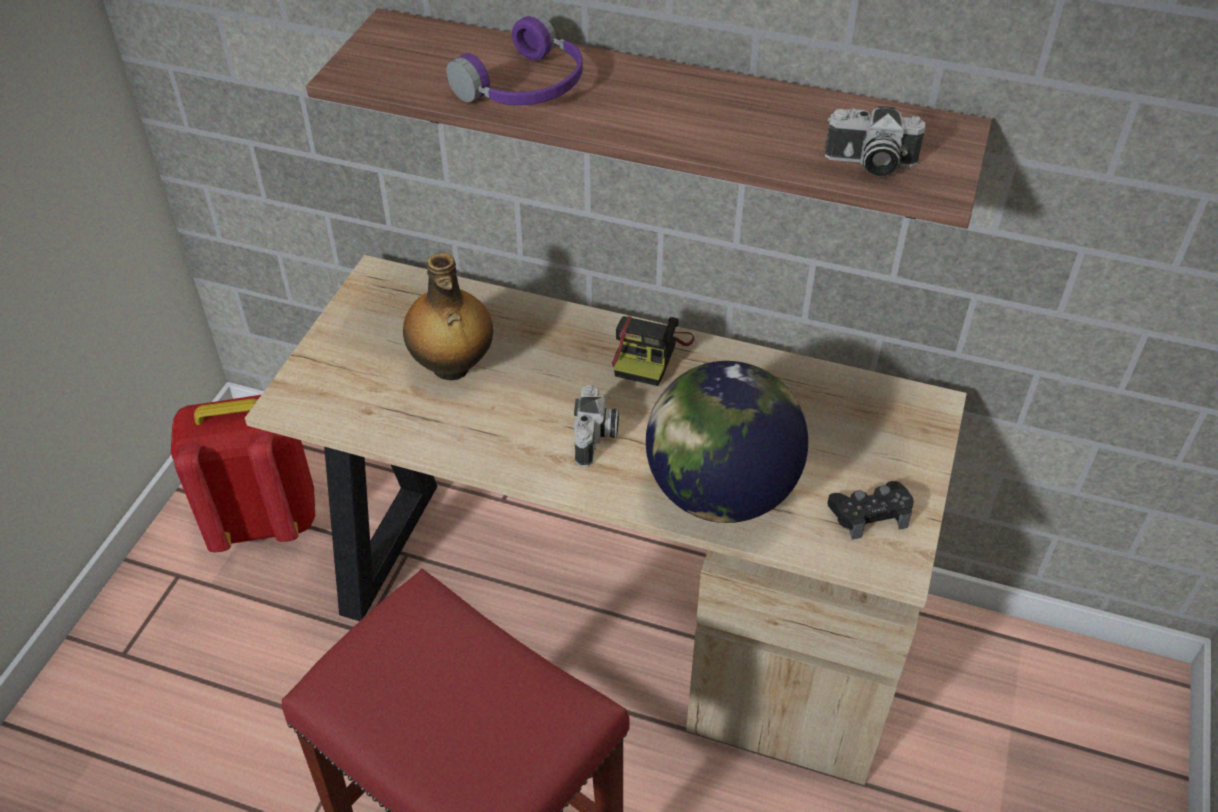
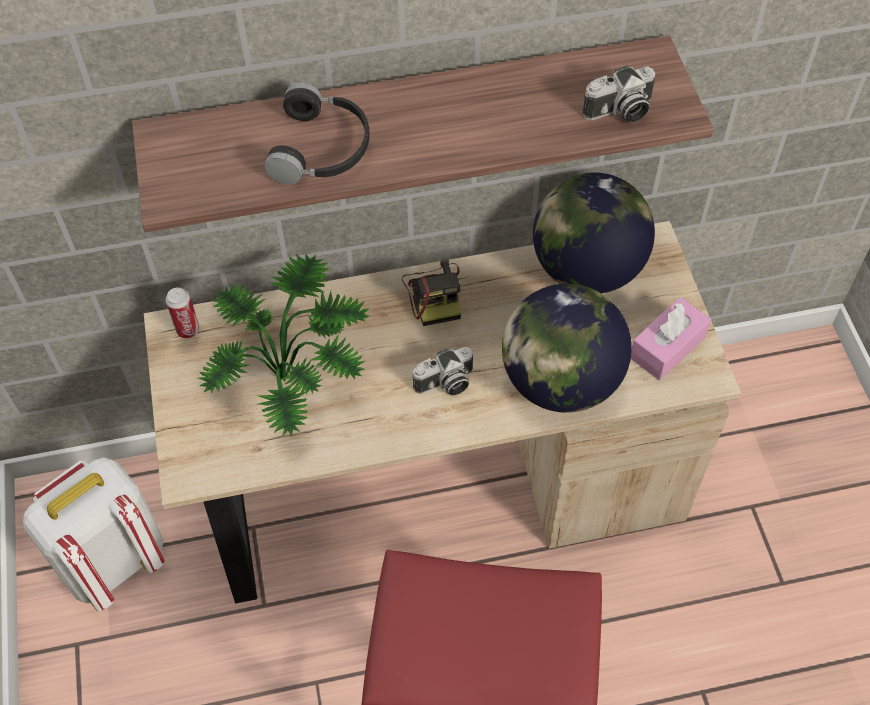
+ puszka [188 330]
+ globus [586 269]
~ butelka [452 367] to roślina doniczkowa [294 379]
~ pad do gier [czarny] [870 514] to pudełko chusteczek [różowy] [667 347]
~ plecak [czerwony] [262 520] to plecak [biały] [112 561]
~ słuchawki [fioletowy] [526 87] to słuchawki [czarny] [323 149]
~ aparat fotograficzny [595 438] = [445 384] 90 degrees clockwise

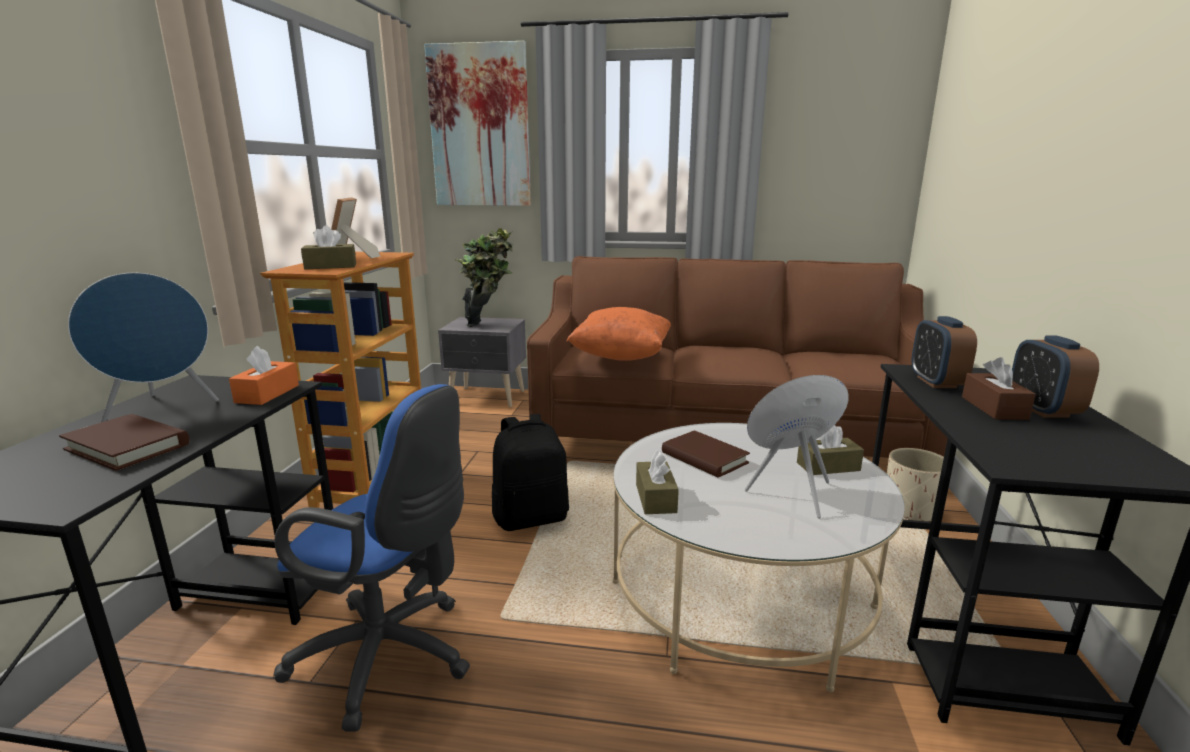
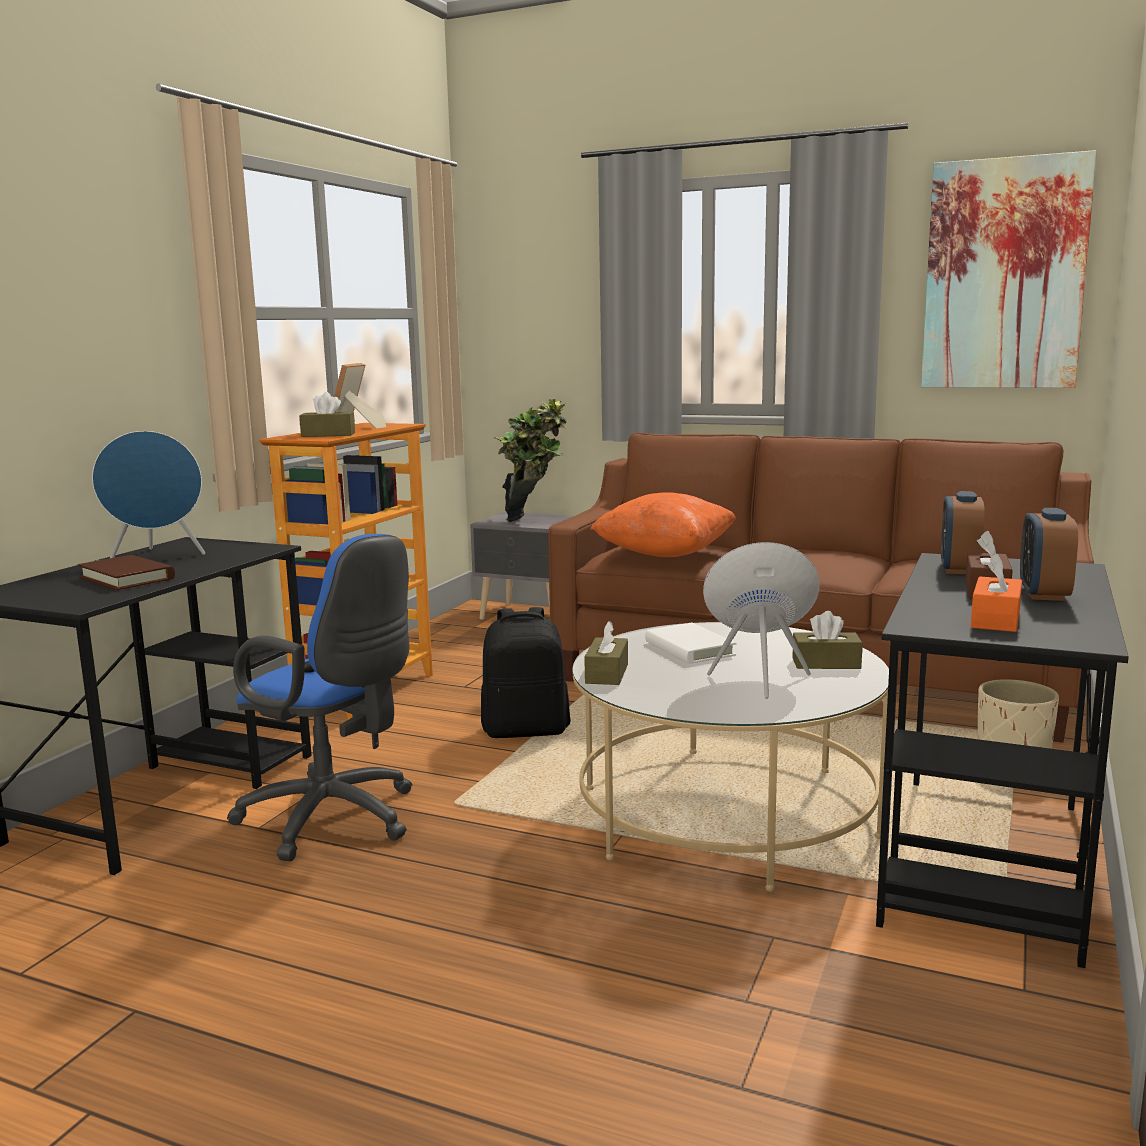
~ pudełko chusteczek [pomarańczowy] [267 394] to [995 619]
~ obraz [480 127] to [1004 275]
~ książka [brązowy] [704 458] to książka [biały] [689 649]

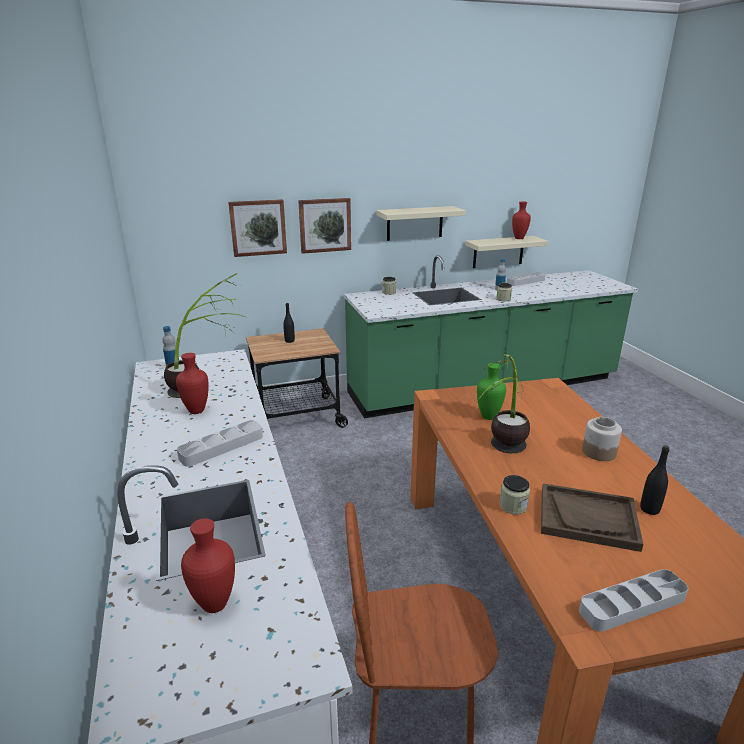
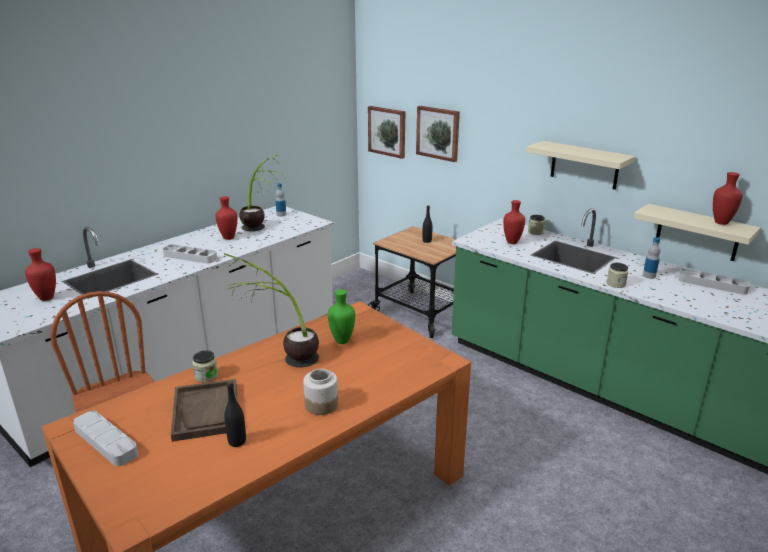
+ wazon [czerwony] [513 242]
~ obraz [324 225] to [387 131]

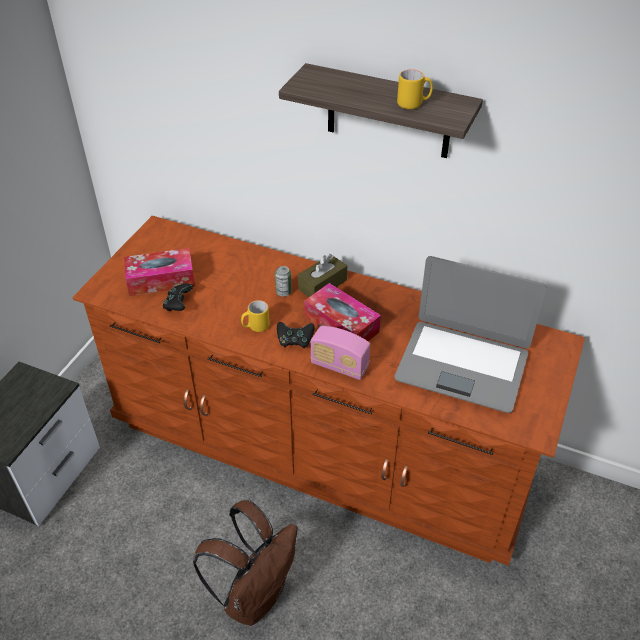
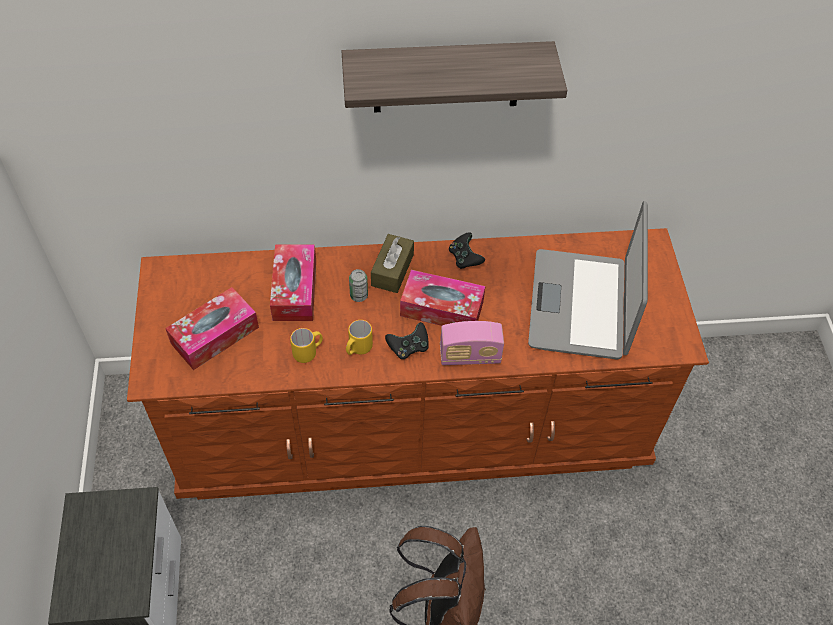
+ pudełko chusteczek [294 290]
~ pad do gier [czarny] [178 304] to [465 258]
~ kubek [żółty] [414 104] to [308 352]
~ laptop [462 365] = [580 305] 105 degrees clockwise

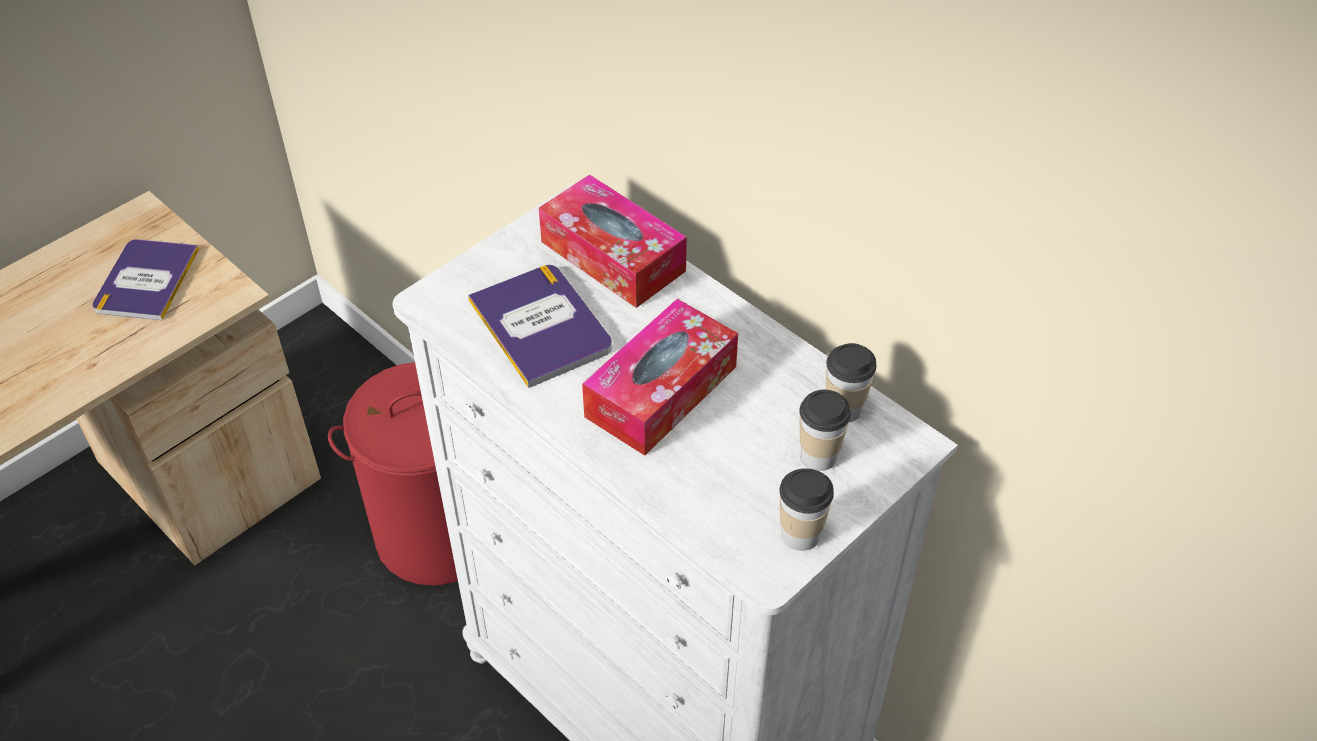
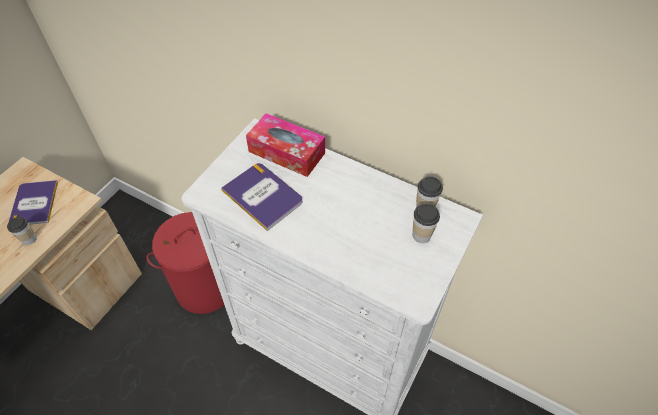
- pudełko chusteczek [661 391]
~ filiżanka [800 534] to [29 239]

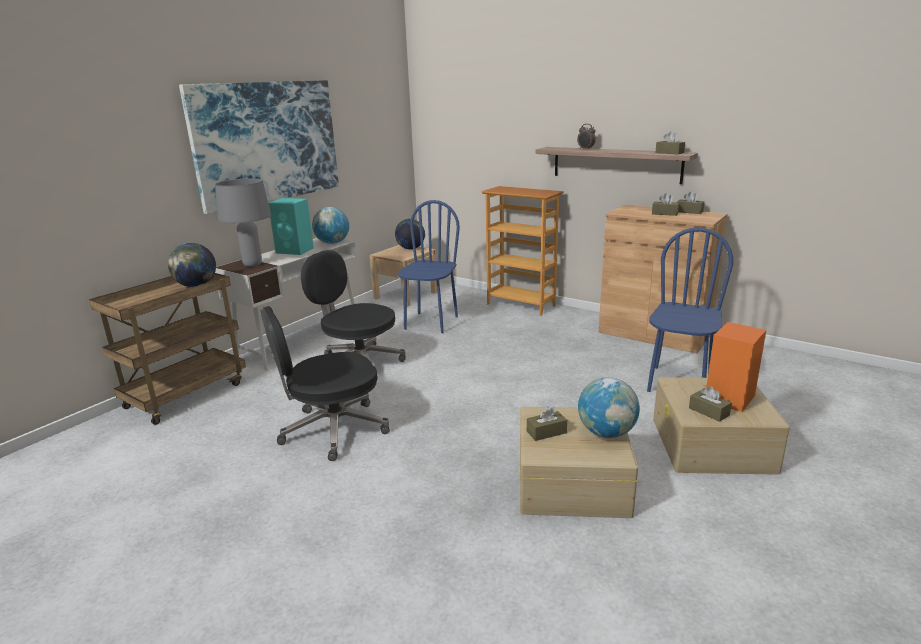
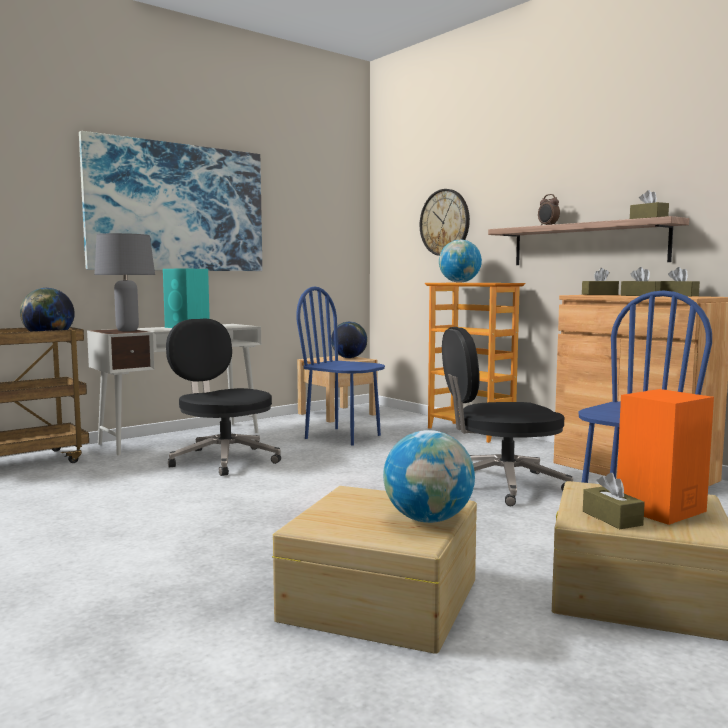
+ zegar ścienny [445 222]
~ krzesło biurowe [czarny] [332 430] to [501 485]
~ globus [332 243] to [459 282]
~ pudełko chusteczek [brązowy] [546 432] to [599 294]
~ krzesło [niebieski] [430 323] = [343 436] 90 degrees counterclockwise

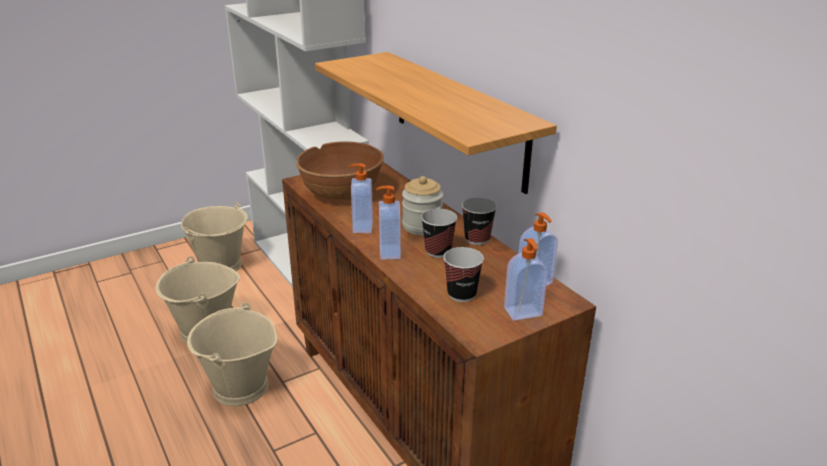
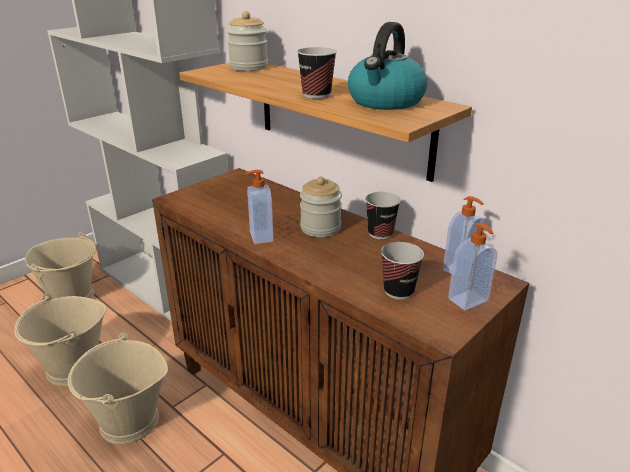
- miska [brązowy] [341 193]
- dozownik mydła [388 252]
+ słoik [249 67]
+ czajnik [385 102]
~ filiżanka [438 251] to [316 95]

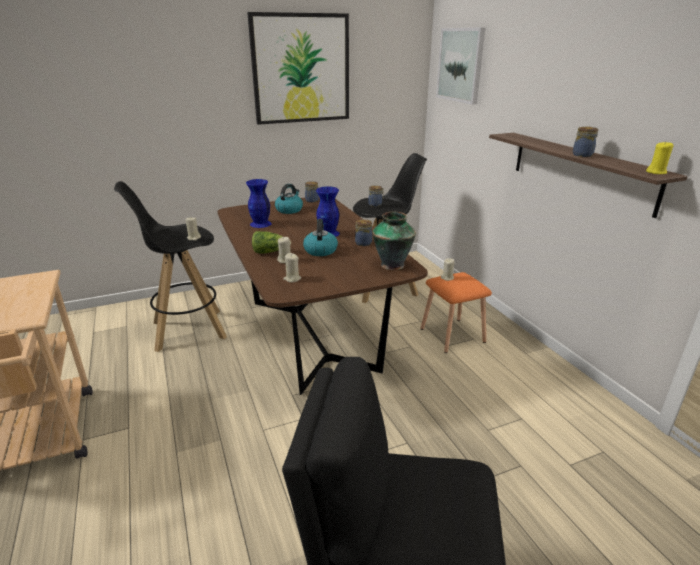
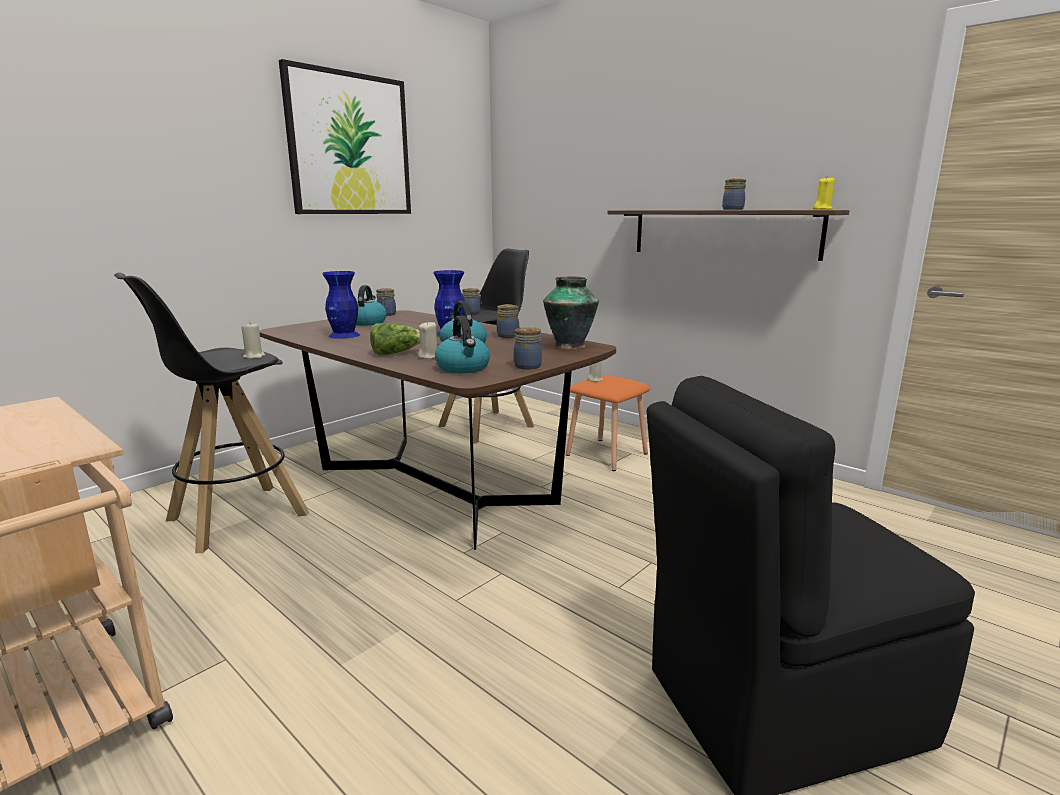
- obraz [460 65]
+ słoik [528 366]
~ świeca [beżowy] [292 279] to czajnik [463 368]

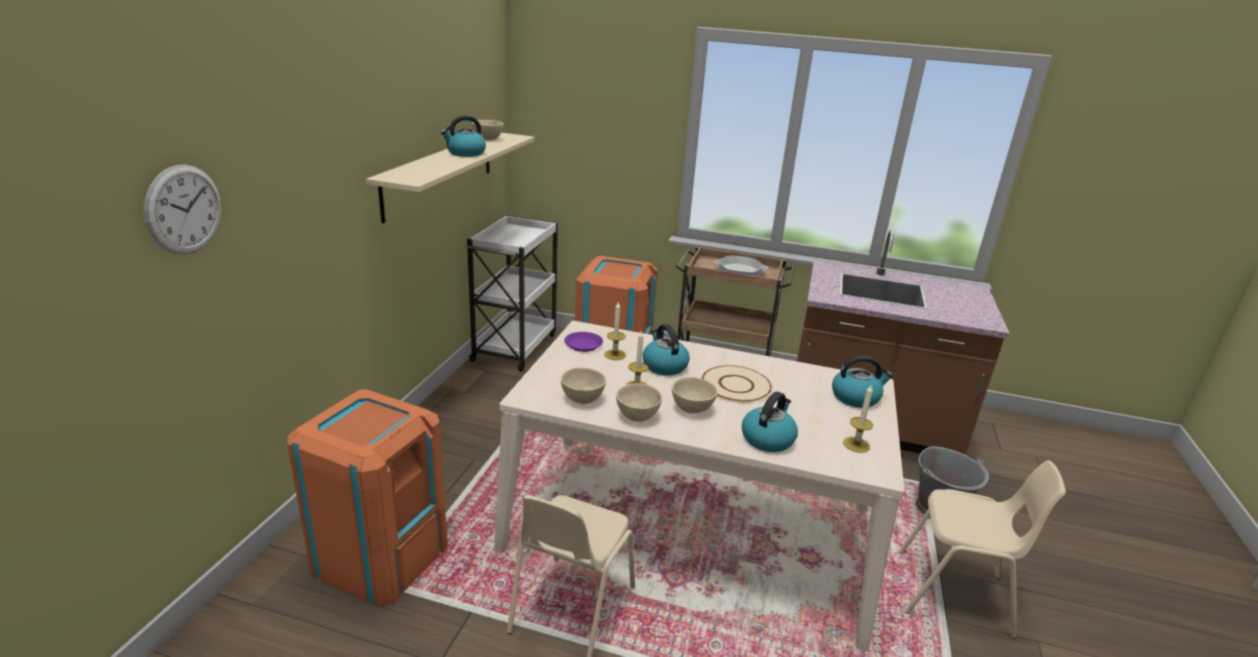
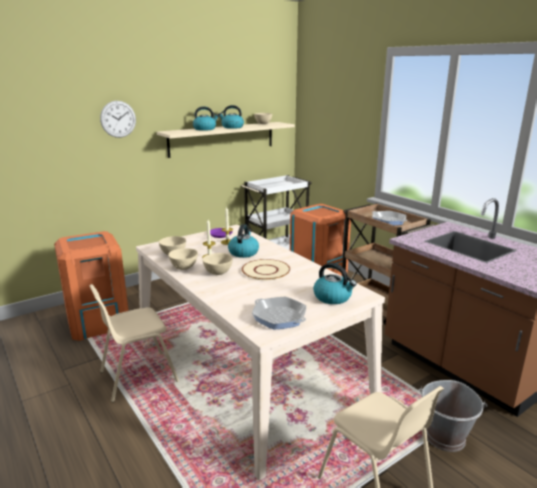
~ zegar ścienny [184 210] to [118 119]
~ czajnik [767 438] to [205 129]
~ świeca [856 444] to patelnia [279 317]

